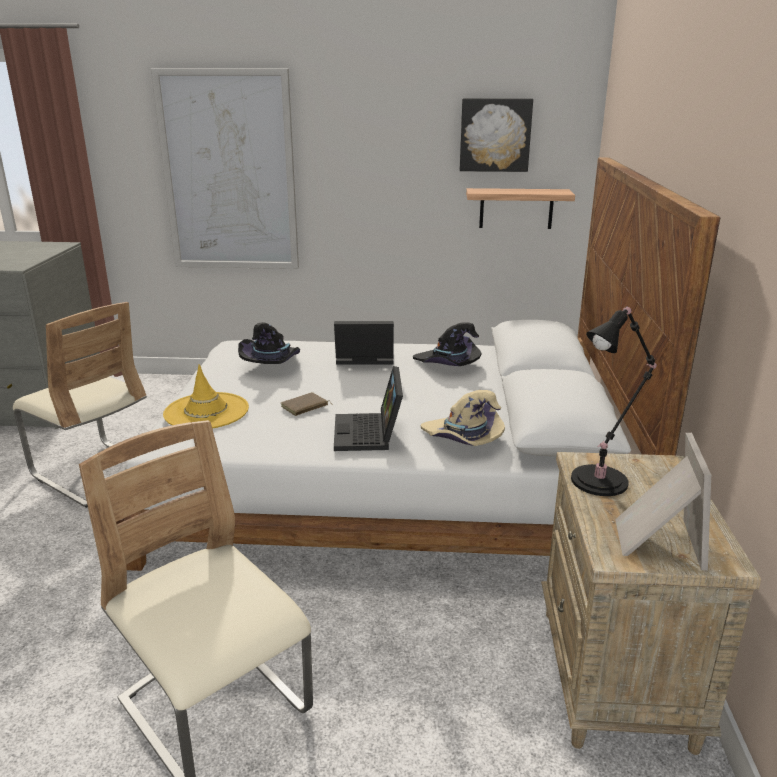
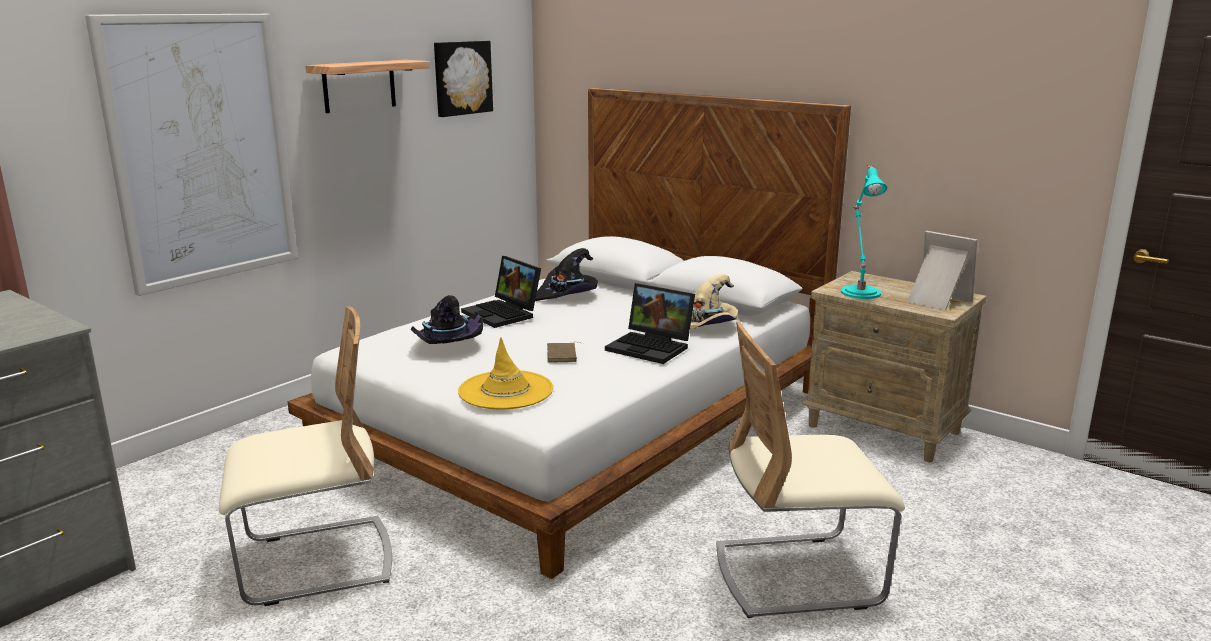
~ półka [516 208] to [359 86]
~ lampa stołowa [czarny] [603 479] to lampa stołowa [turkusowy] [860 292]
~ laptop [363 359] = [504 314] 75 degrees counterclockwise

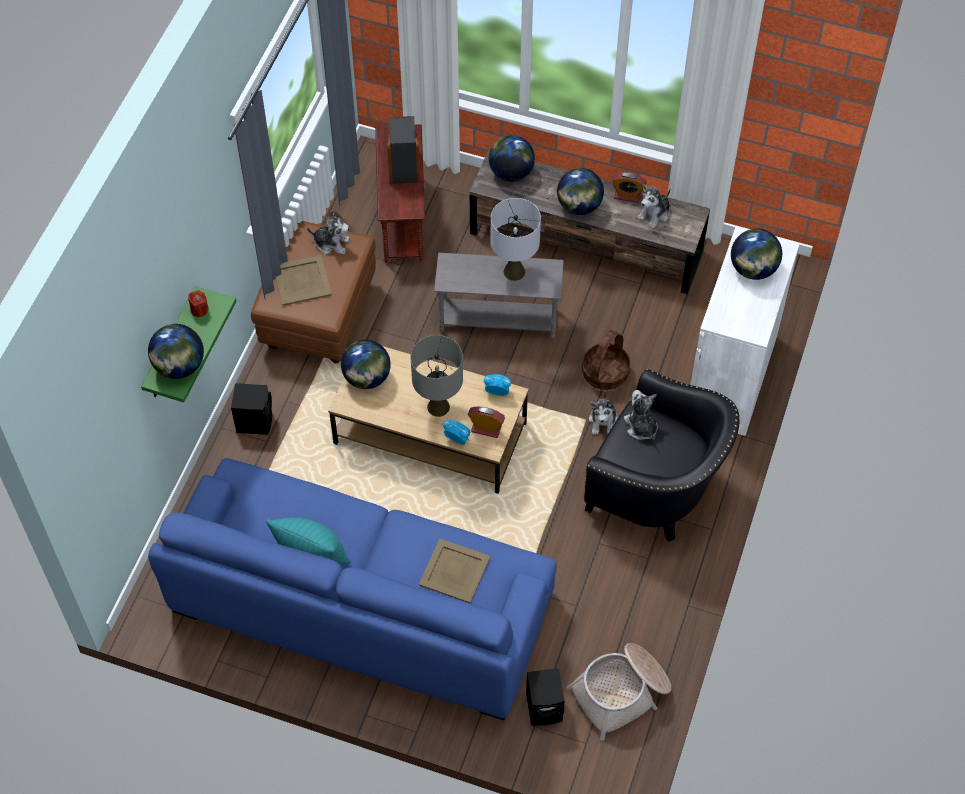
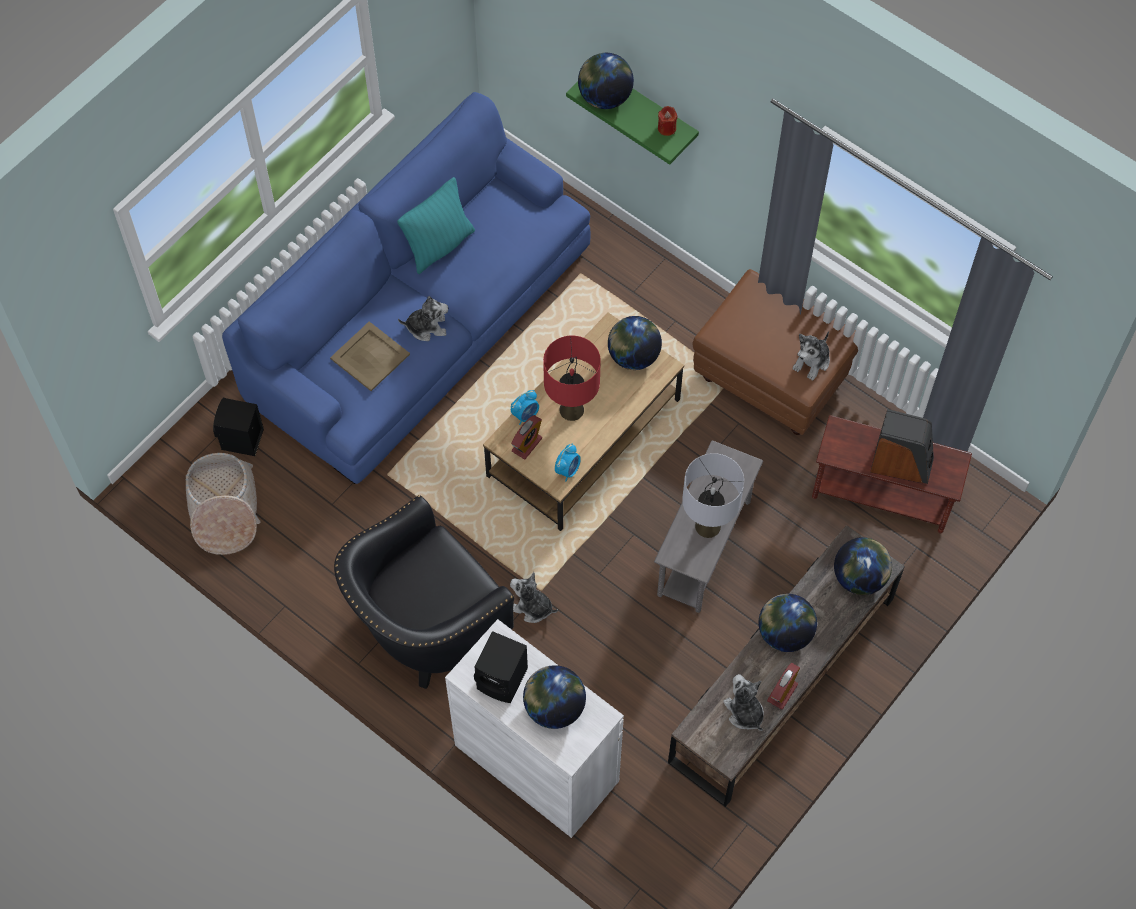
- taca [beżowy] [302 280]
- koszyk [605 373]
~ głośnik [czarny] [255 420] to [503 680]
~ pluszak [641 427] to [426 327]
~ lampa stołowa [szary] [438 407] to lampa stołowa [czerwony] [571 409]

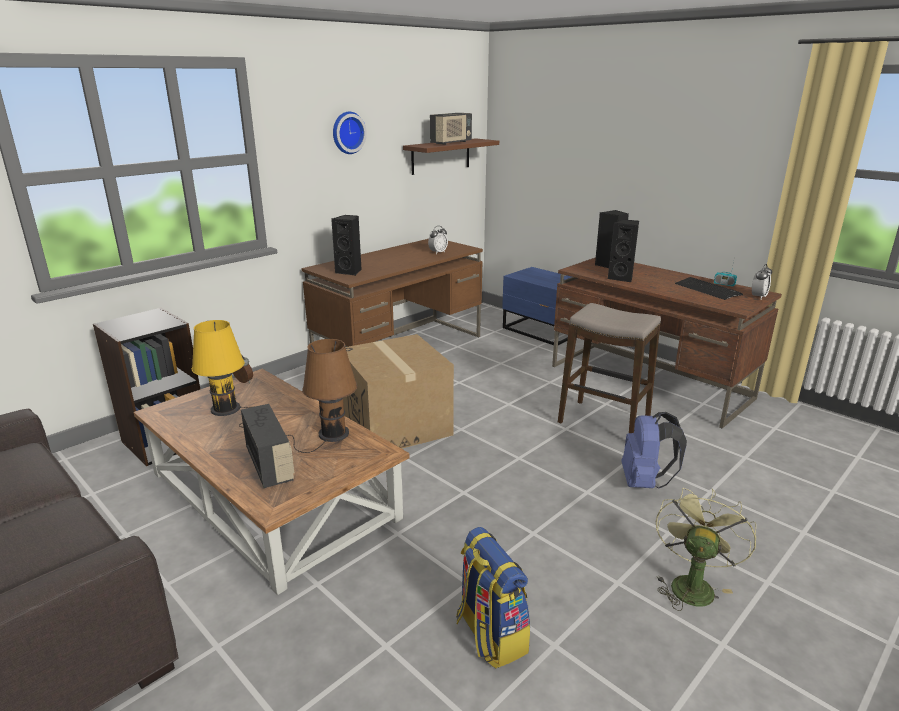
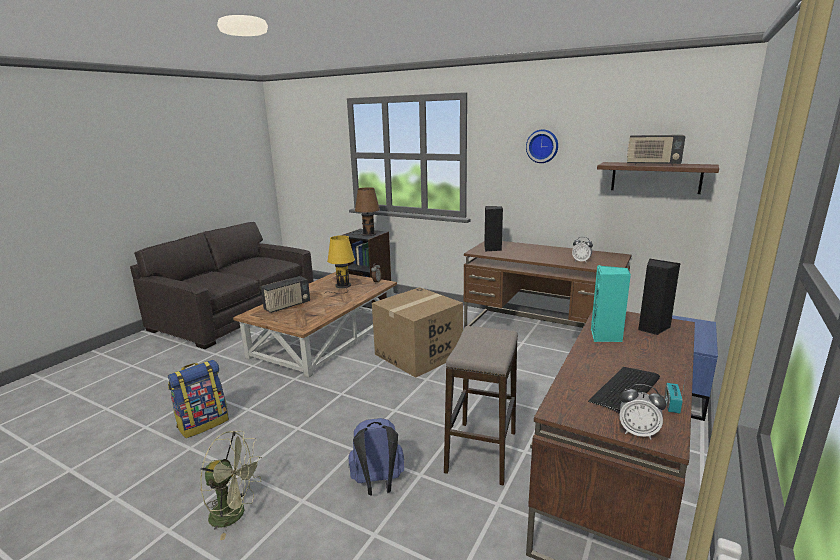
~ lampa stołowa [brązowy] [330 435] to [367 234]
~ głośnik [czarny] [622 278] to głośnik [turkusowy] [606 336]

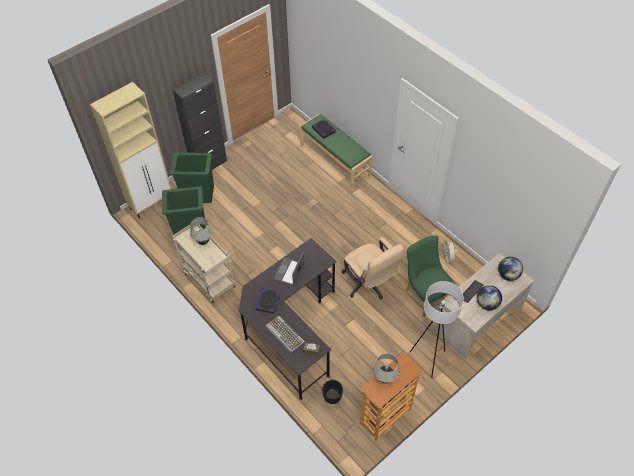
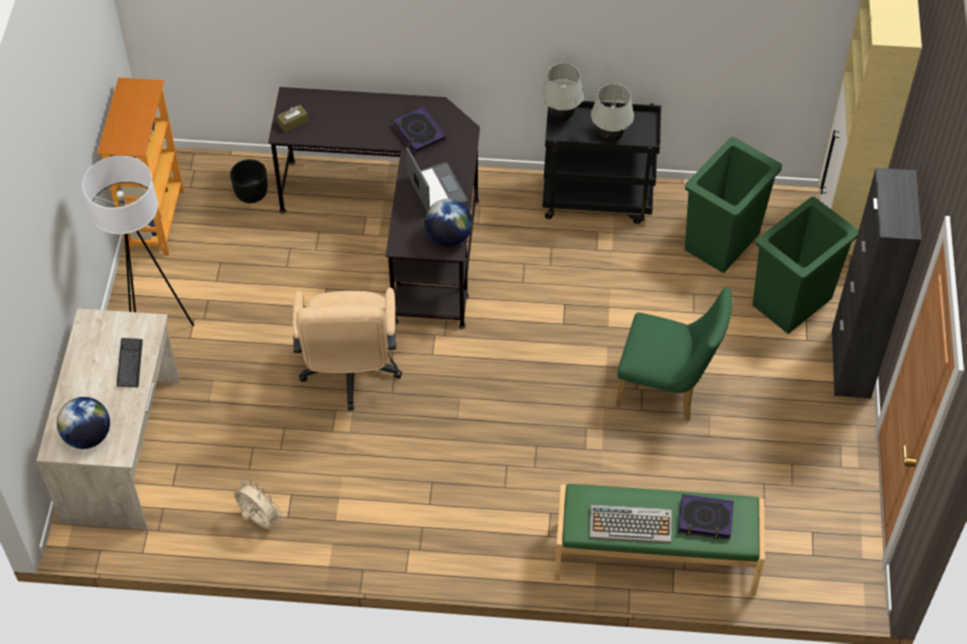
~ klawiatura [284 334] to [631 524]
~ lampa stołowa [biały] [385 379] to [561 117]
~ krzesło [zielony] [425 294] to [667 389]
~ globus [487 304] to [448 237]
~ wózek [beżowy] [208 279] to wózek [czarny] [598 199]
~ krzesło biurowe [beżowy] [369 284] = [350 374] 105 degrees counterclockwise

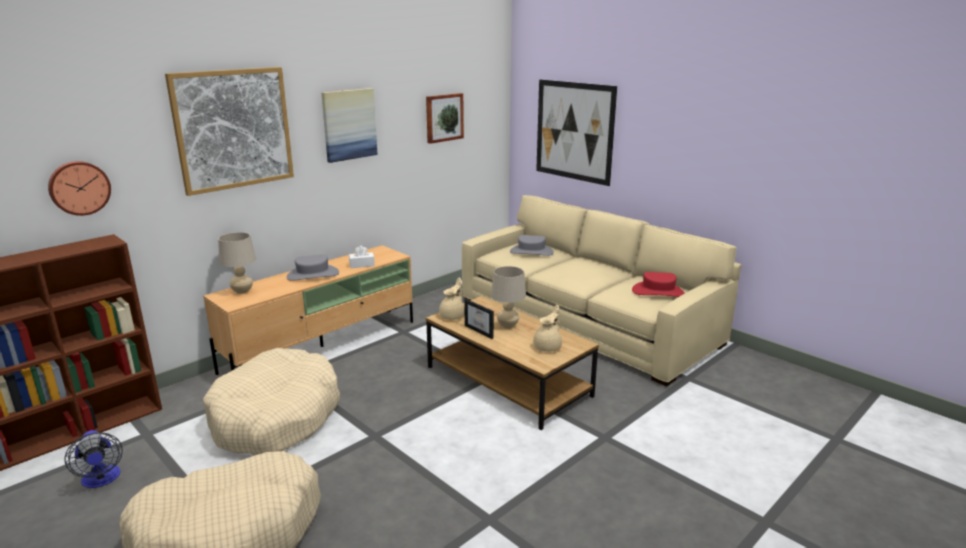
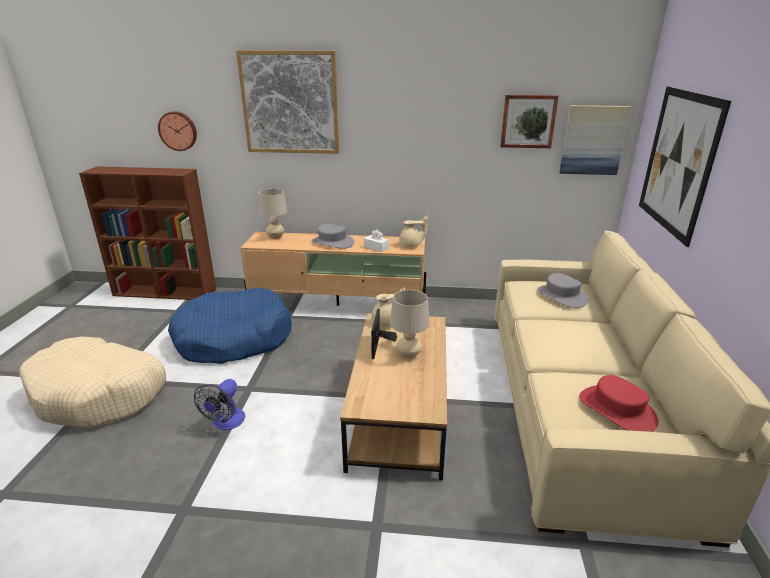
~ wentylator [101 480] to [226 423]
~ obraz [349 124] to [593 140]
~ imbryk [beżowy] [548 347] to [411 245]
~ legowisko [beżowy] [276 417] to legowisko [niebieski] [233 338]

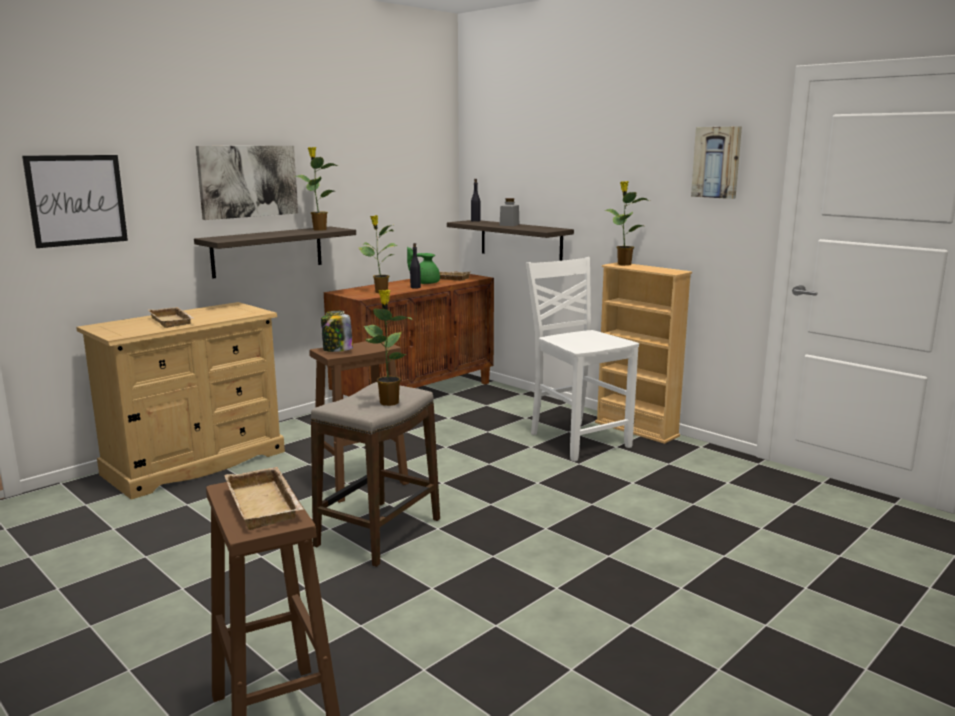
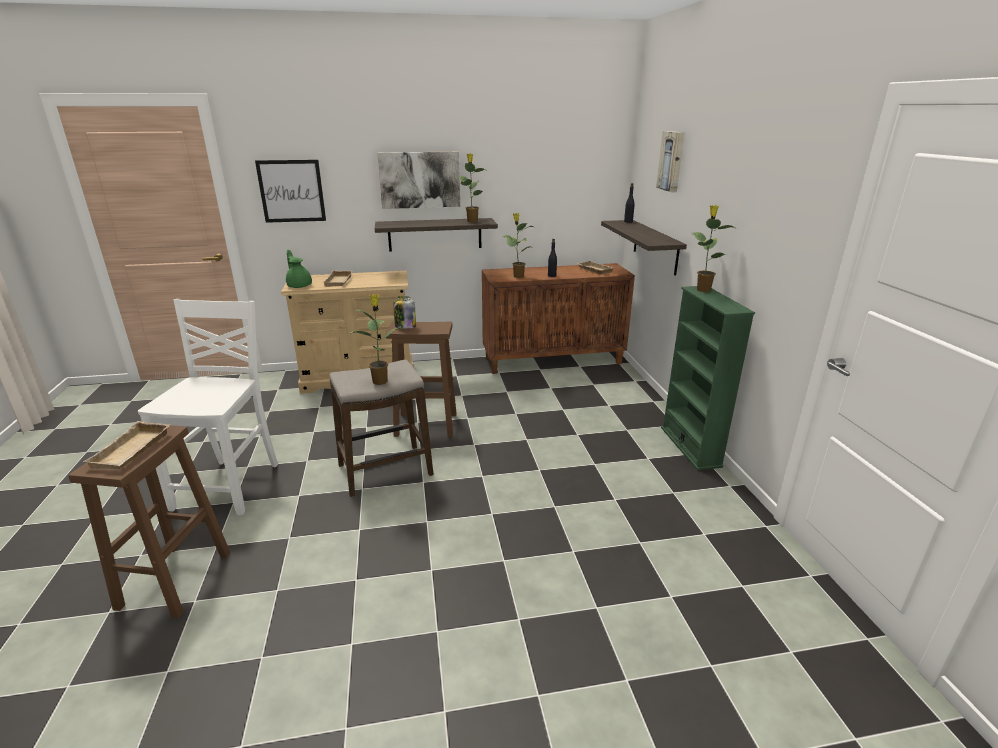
- słoik [szary] [509 225]
~ imbryk [zielony] [425 283] to [299 285]
~ krzesło [biały] [577 440] to [230 485]
~ obraz [717 162] to [672 161]
~ regał [beżowy] [636 429] to regał [zielony] [690 446]

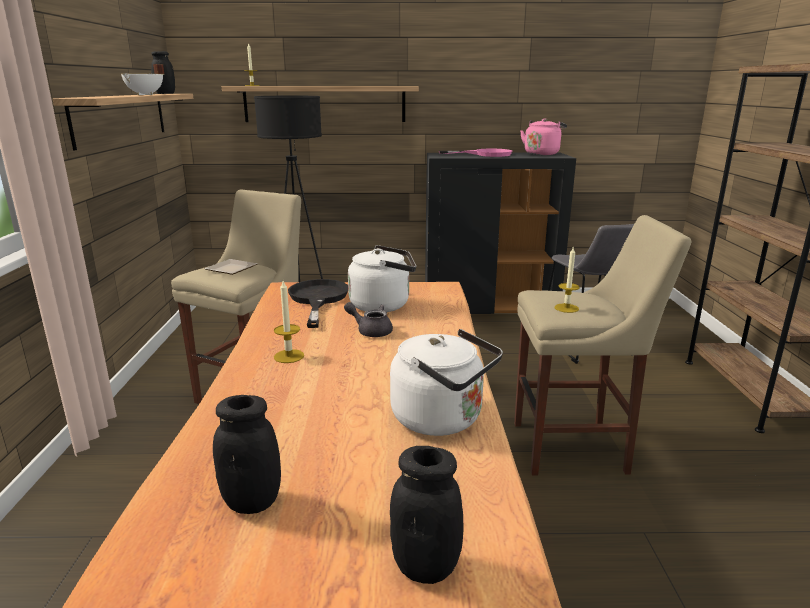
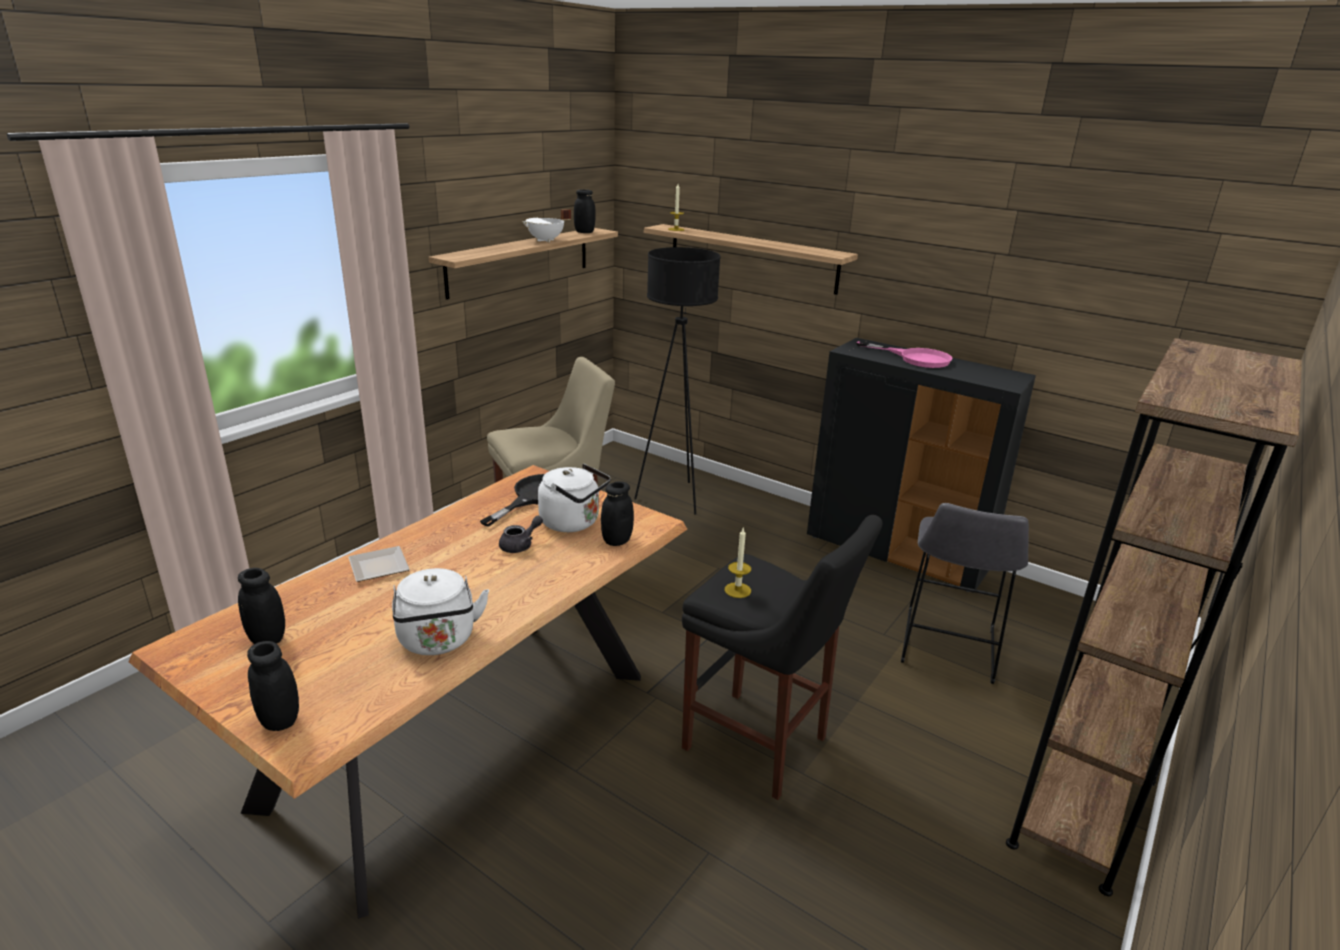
- świeca [289 356]
- czajnik [różowy] [542 153]
+ słoik [czarny] [616 540]
~ talerz [233 269] to [381 567]
~ stołek [beżowy] [575 448] to stołek [czarny] [761 746]
~ imbryk [szary] [371 331] = [520 545] 75 degrees clockwise

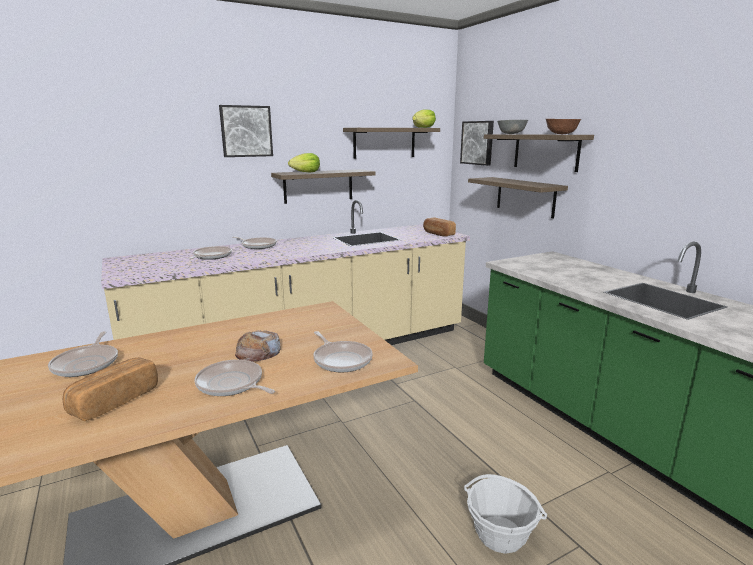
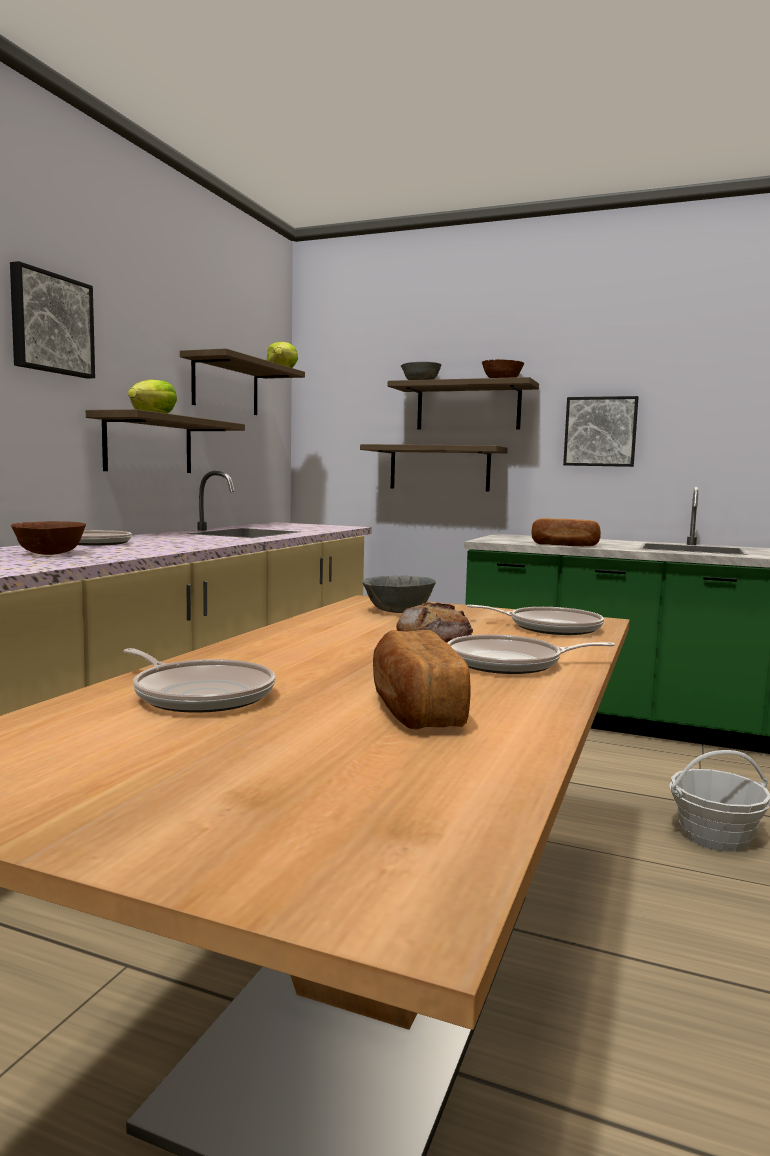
+ miska [szary] [397 612]
~ chleb [438 234] to [565 545]
~ obraz [478 143] to [600 431]
~ patelnia [211 256] to miska [brązowy] [50 554]

